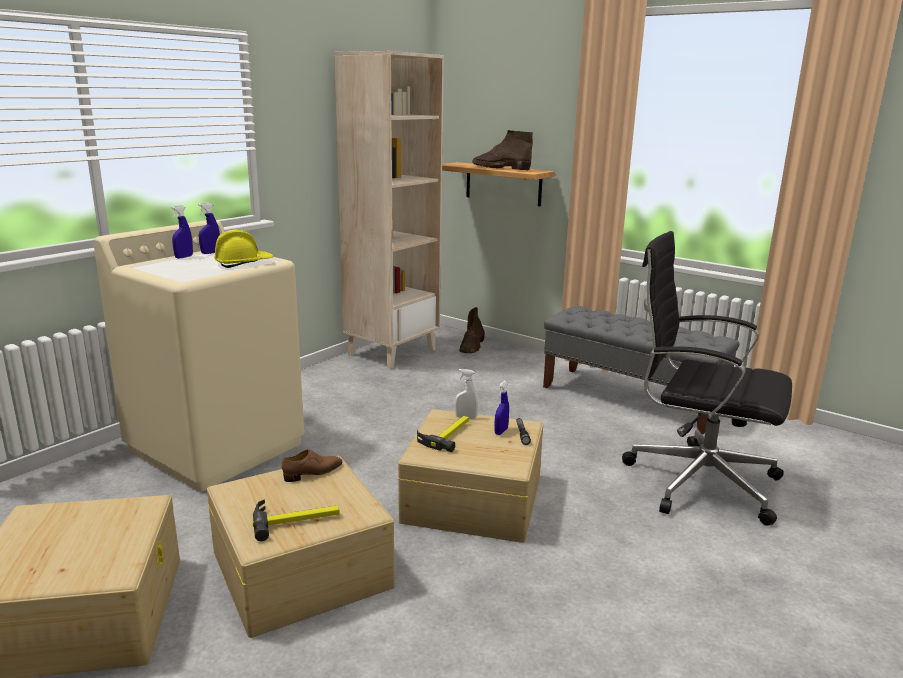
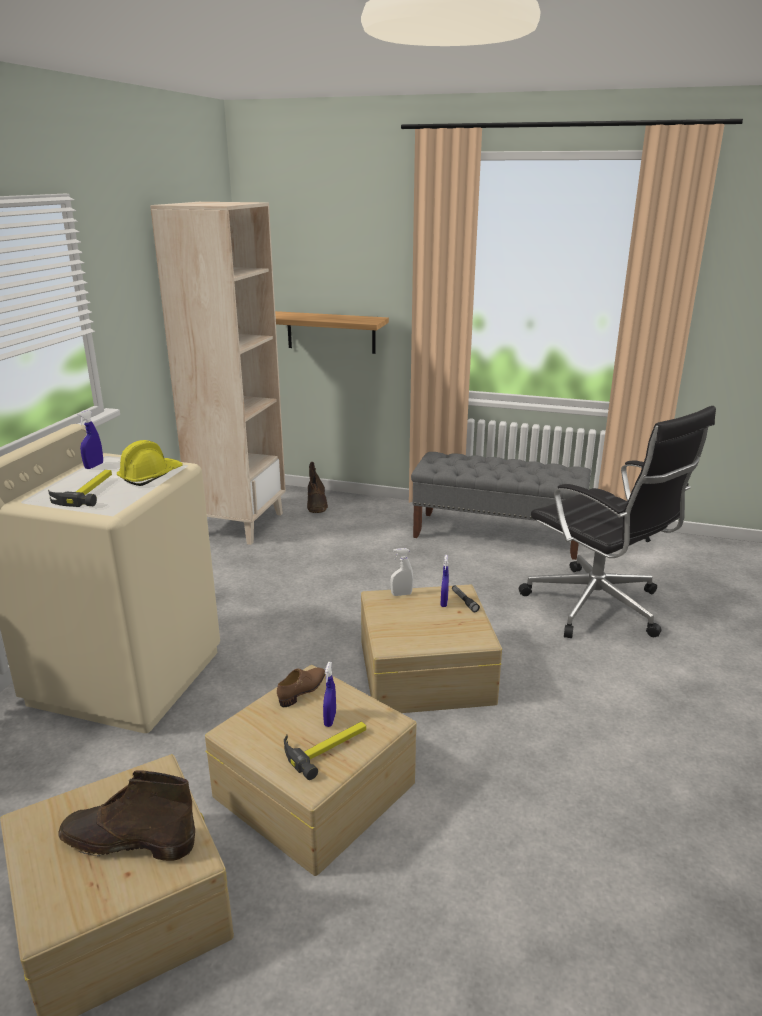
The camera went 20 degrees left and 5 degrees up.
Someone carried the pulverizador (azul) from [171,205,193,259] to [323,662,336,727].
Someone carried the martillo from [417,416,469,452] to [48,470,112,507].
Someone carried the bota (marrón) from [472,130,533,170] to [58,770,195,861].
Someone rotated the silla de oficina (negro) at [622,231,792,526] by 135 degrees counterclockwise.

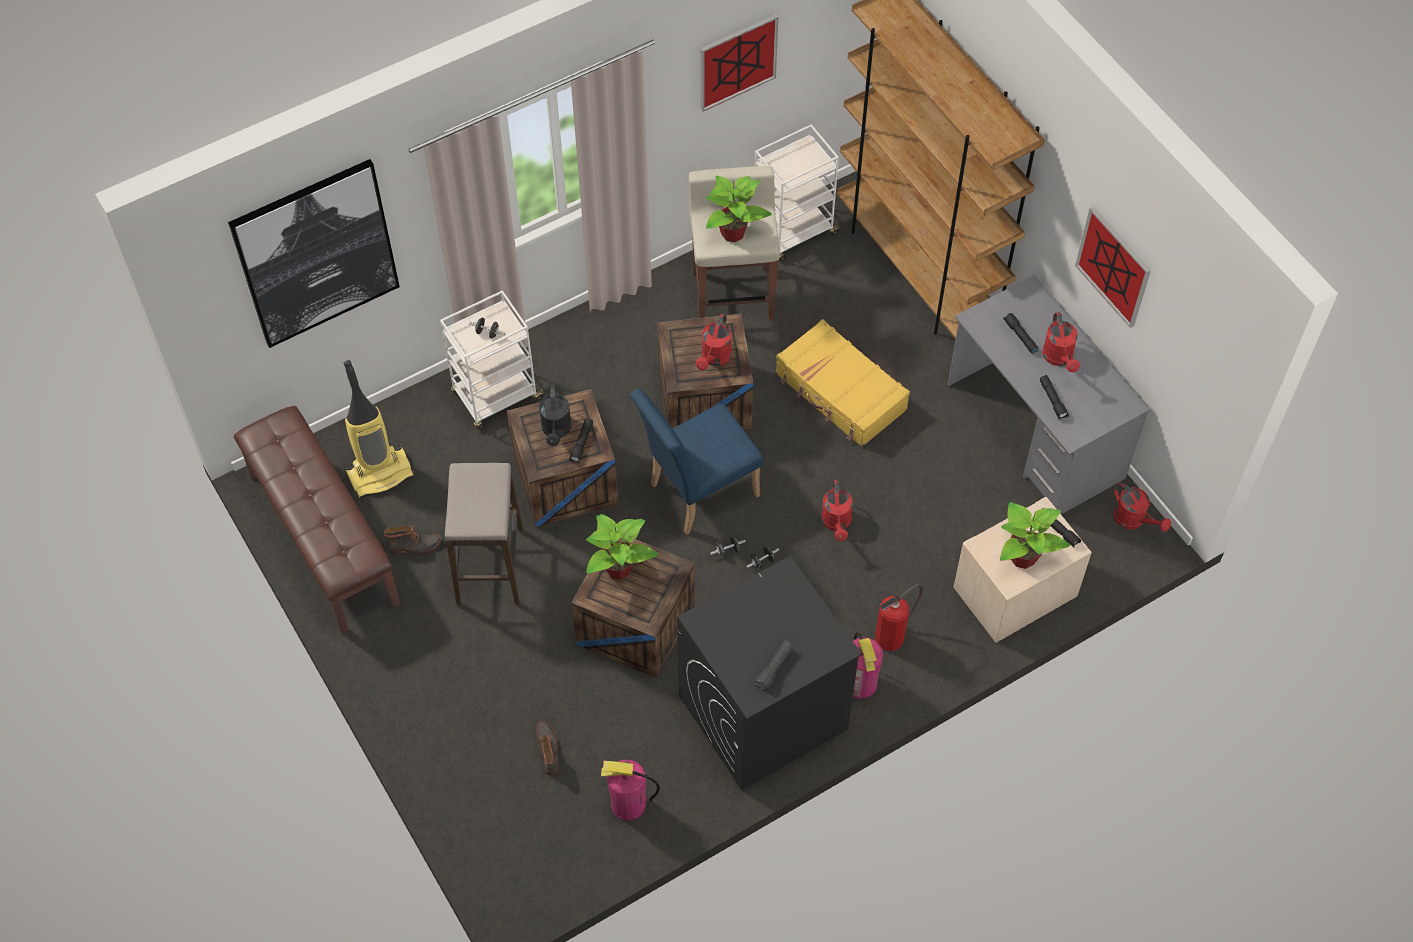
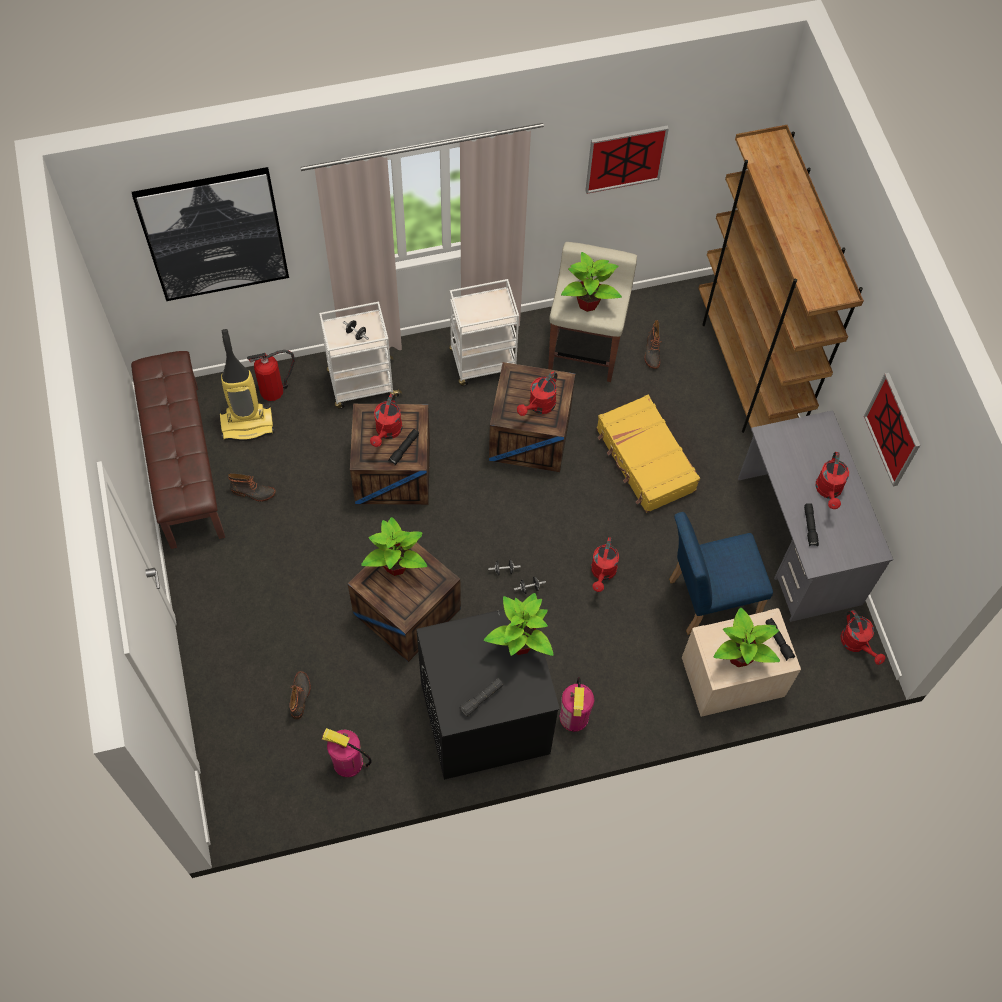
The camera went 15 degrees right and 5 degrees up.
Someone took away the taburete at [445,463,523,605].
Someone took away the linterna (negro) at [1003,313,1038,354].
Someone put down the planta en maceta at [484,593,554,656].
Someone put down the bota at [644,320,662,369].
Someone carried the silla (azul) from [630,389,763,535] to [669,512,773,635].
Someone carried the carrito (blanco) from [755,124,841,261] to [449,279,519,386].
Someone carried the extintor from [875,584,923,651] to [247,350,295,401].
Someone repainted the regadera (negro) at [539,385,572,446], which became the regadera (rojo) at [370,394,402,447].

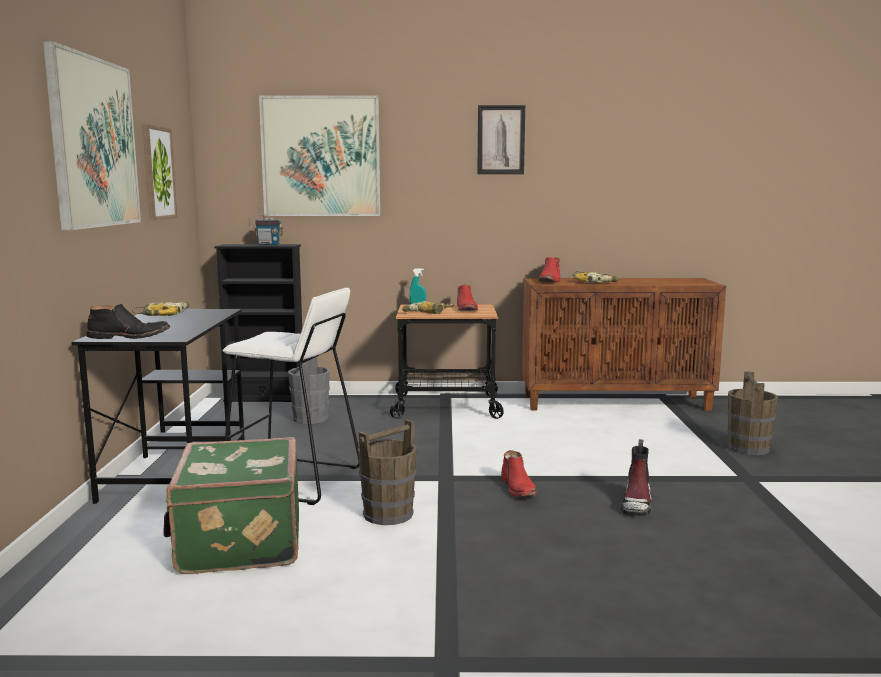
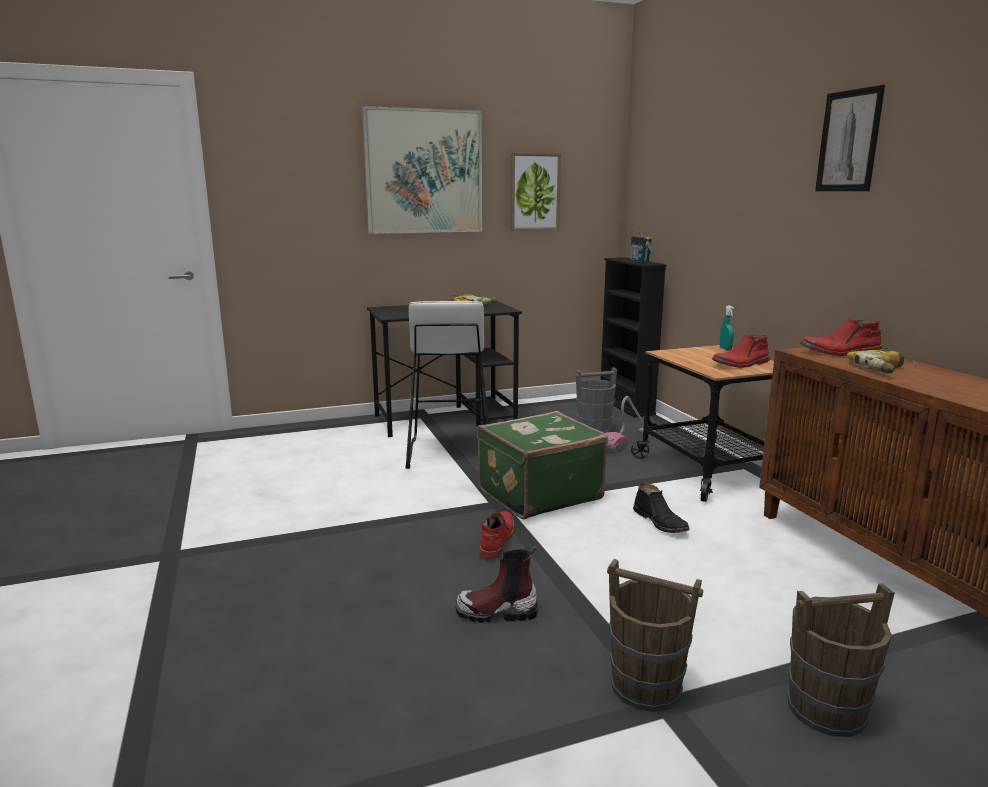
The camera went 70 degrees right and 5 degrees up.
Someone took away the cuadro at [259,95,381,216].
Someone took away the taladro at [402,301,455,314].
Someone put down the aspiradora at [606,396,657,453].
Someone carried the bota (negro) from [86,304,170,339] to [633,483,690,533].
Someone carried the maleta (verde) from [164,437,299,574] to [477,411,608,519].
Someone carried the cubo (marrón) from [358,419,417,525] to [607,559,703,712].
Someone rotated the bota (rojo) at [501,450,537,497] by 135 degrees clockwise.

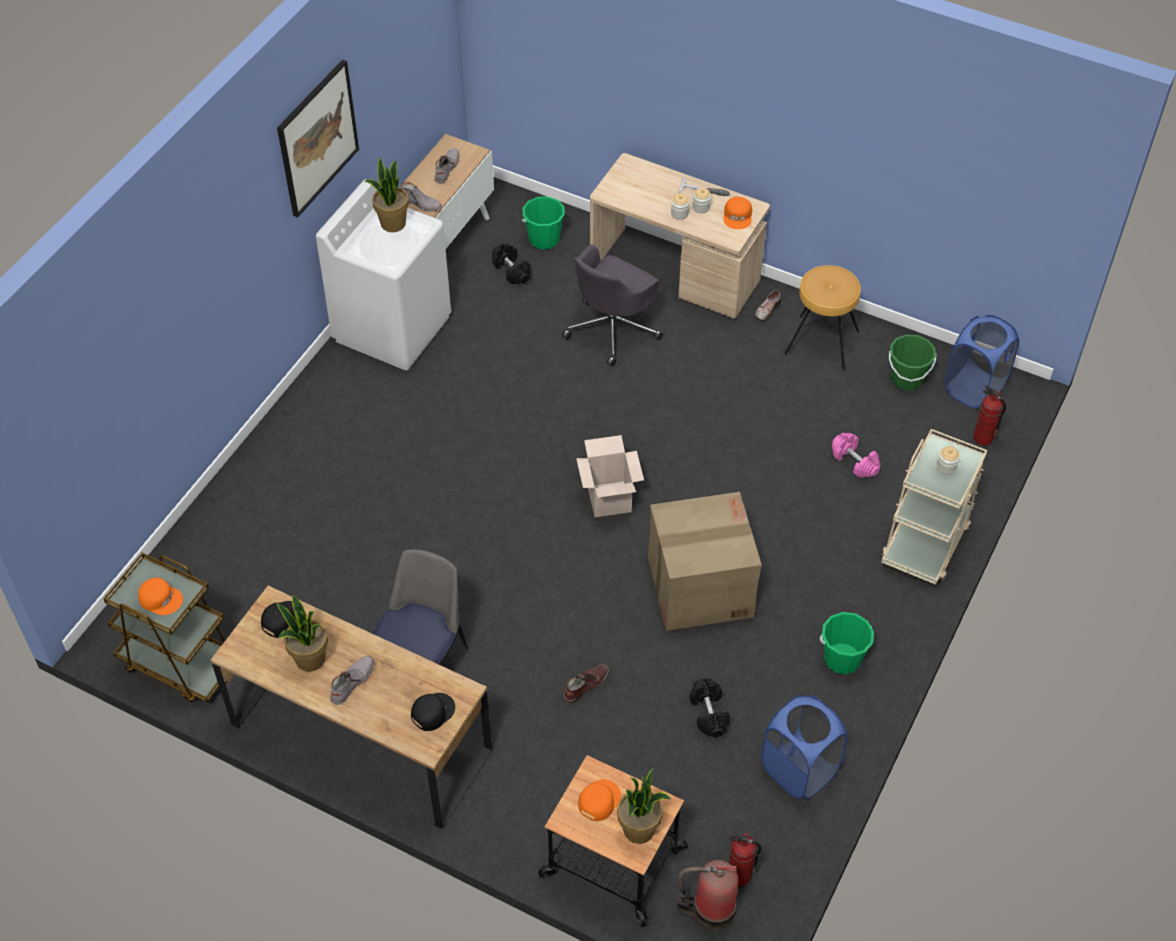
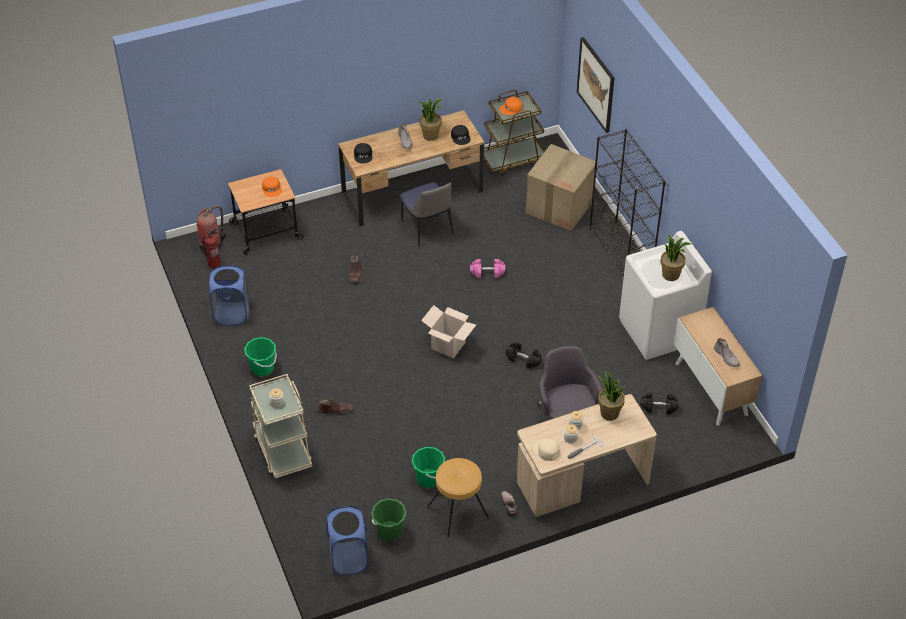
The camera went 130 degrees right and 5 degrees down.
Someone took away the bota (gris) at [400,182,442,212].
Someone took away the extintor at [973,385,1006,446].
Someone put down the bota (marrón) at [318,398,353,414].
Someone put down the estantería (negro) at [589,129,666,276].
Someone carried the cuadro from [277,60,359,217] to [577,37,615,133].
Someone carried the cubo (verde) from [522,197,565,249] to [412,447,445,488].
Someone carried the planta en maceta from [617,769,671,844] to [598,371,625,421].
Someone carried the caja de cartón from [648,492,762,631] to [525,144,598,231].
Someone carried the mancuerna (negro) from [689,678,730,737] to [506,342,542,369].
Someone carried the mancuerna (rosa) from [832,433,881,478] to [470,259,505,278].
Someone repainted the gorra (naranja) at [724,197,752,229], which became the gorra (beis) at [532,439,560,461].

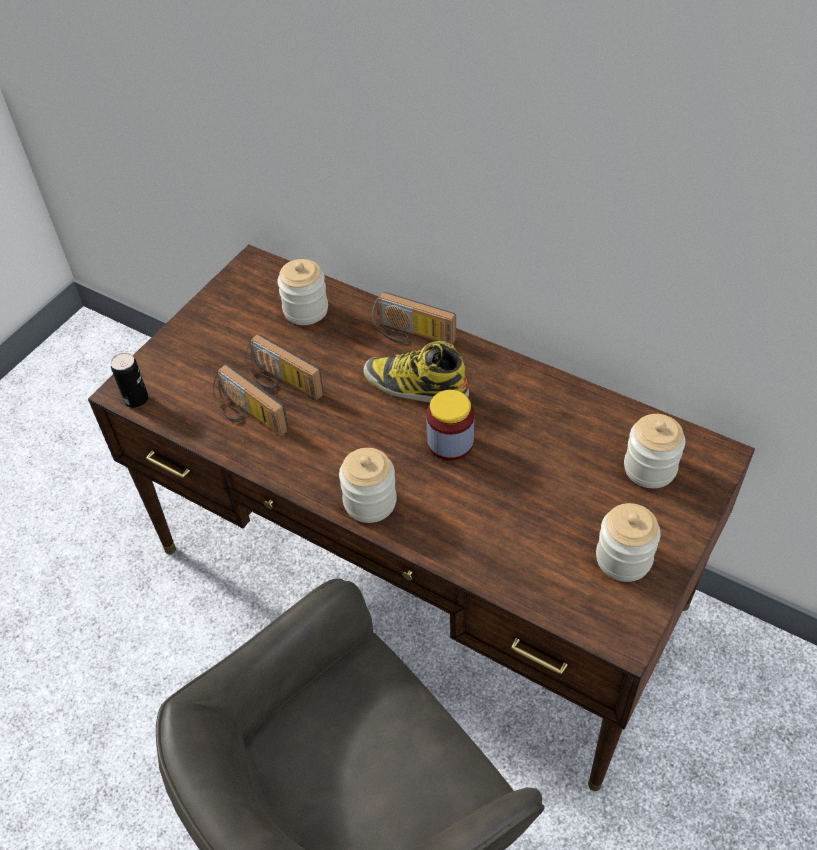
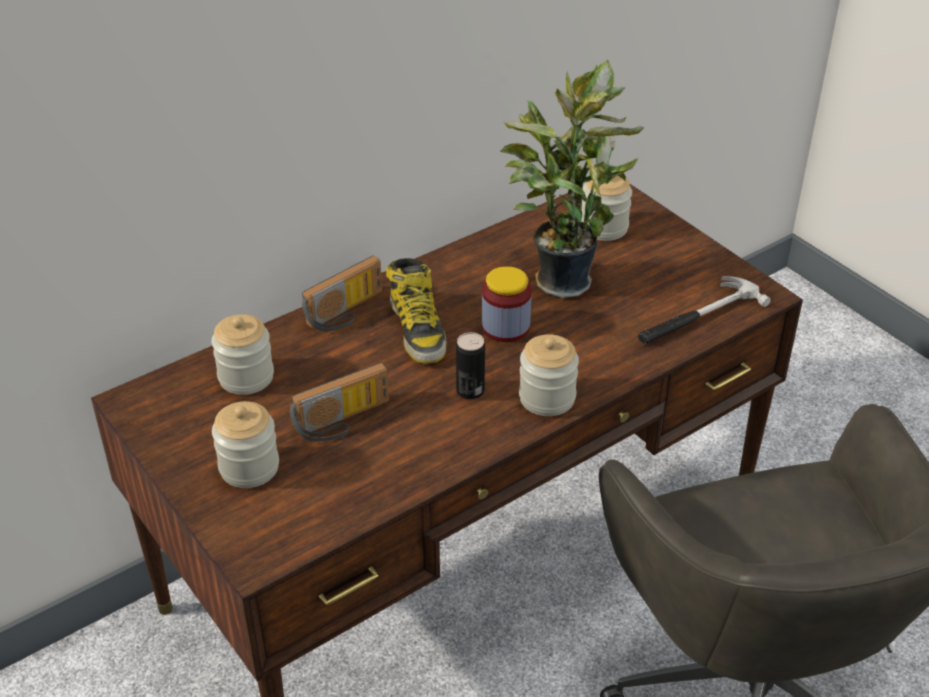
The camera went 70 degrees left and 10 degrees down.
Someone took away the radio at [213,364,288,436].
Someone put down the planta en maceta at [500,60,645,298].
Someone put down the martillo at [638,276,771,344].
Someone carried the lata from [110,352,148,408] to [456,332,485,399].
Someone carried the tarro from [596,503,661,582] to [212,401,279,488].
Someone rotated the bota at [363,341,469,403] by 60 degrees counterclockwise.

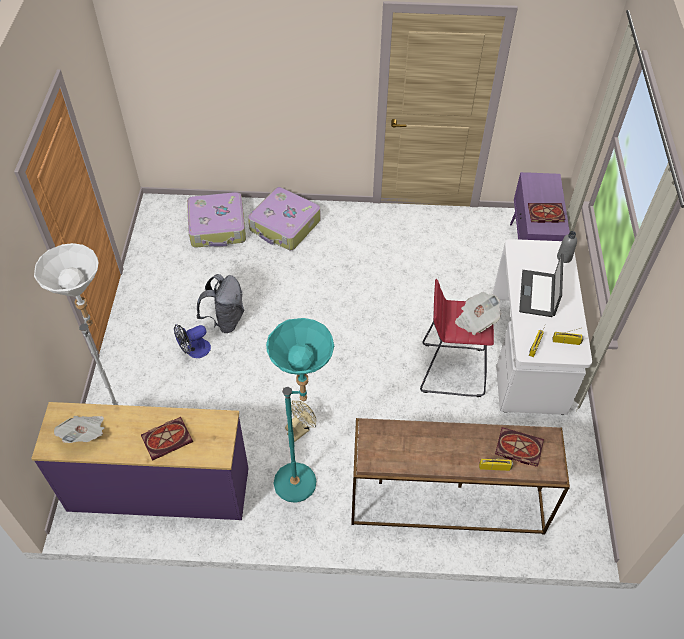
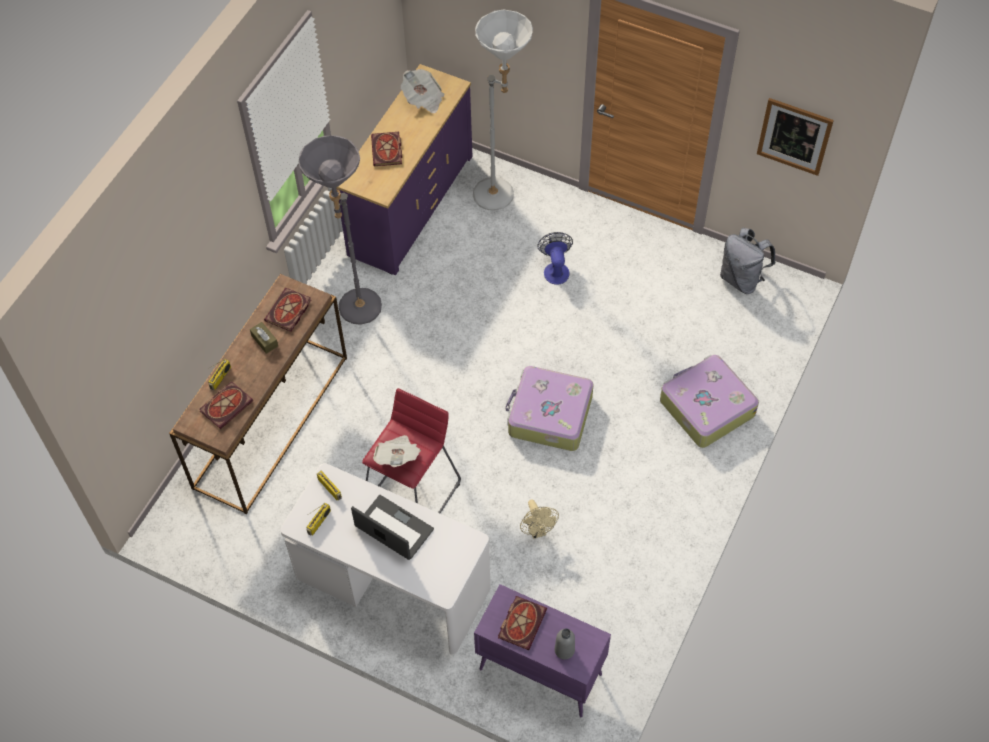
The camera went 115 degrees right and 5 degrees up.
Someone put down the caja de pañuelos (marrón) at [250,322,278,354].
Someone put down the libro at [264,288,311,332].
Someone put up the cuadro at [757,98,834,176].
Someone carried the maleta from [187,192,246,248] to [506,366,594,451].
Someone carried the mochila (gris) from [197,274,244,333] to [720,228,775,294].
Someone carried the ventilador (beis) from [285,400,316,442] to [520,499,559,539].
Someone carried the botella (gris) from [557,231,577,263] to [555,628,575,660].
Someone repainted the lámpara de pie (turquesa) at [266,318,334,503], which became the lámpara de pie (gris) at [299,135,382,325].

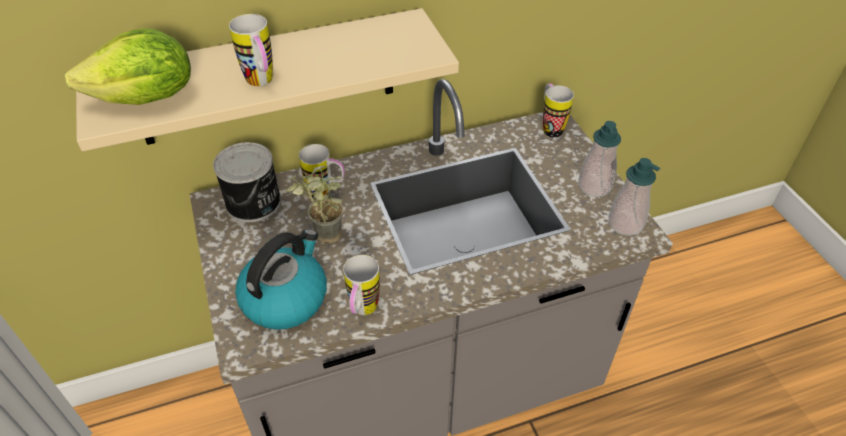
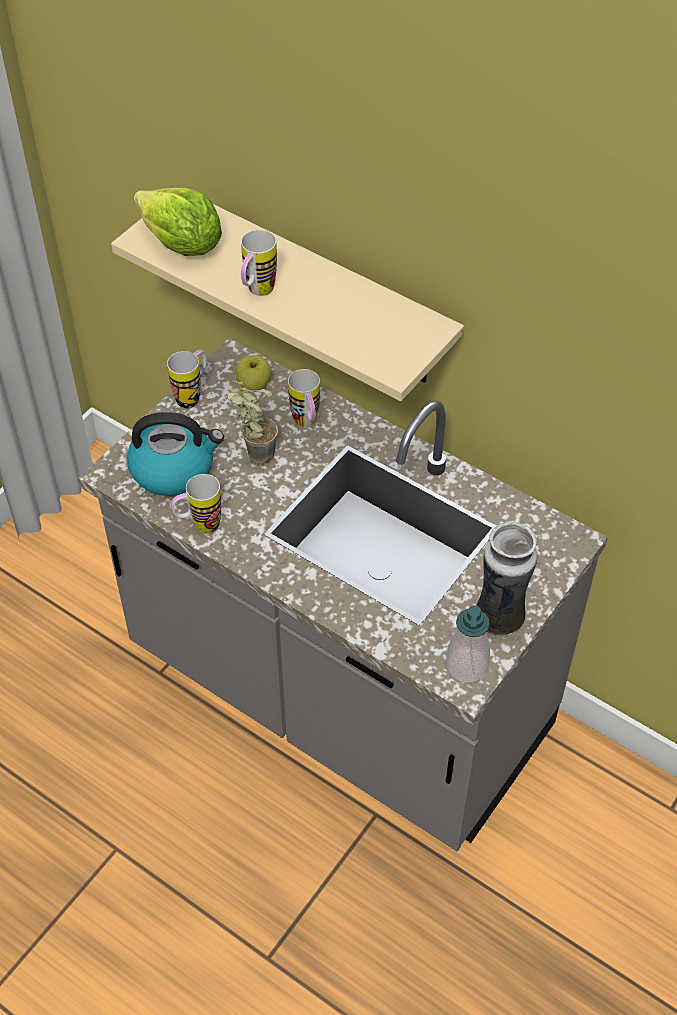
The camera went 55 degrees right and 5 degrees up.
Someone carried the taza grande from [543,83,574,138] to [167,350,207,408].
Someone swapped the lata at [213,142,281,222] for the manzana at [235,355,272,391].
Someone swapped the dispensador de jabón at [578,121,621,197] for the florero at [476,521,538,636].

